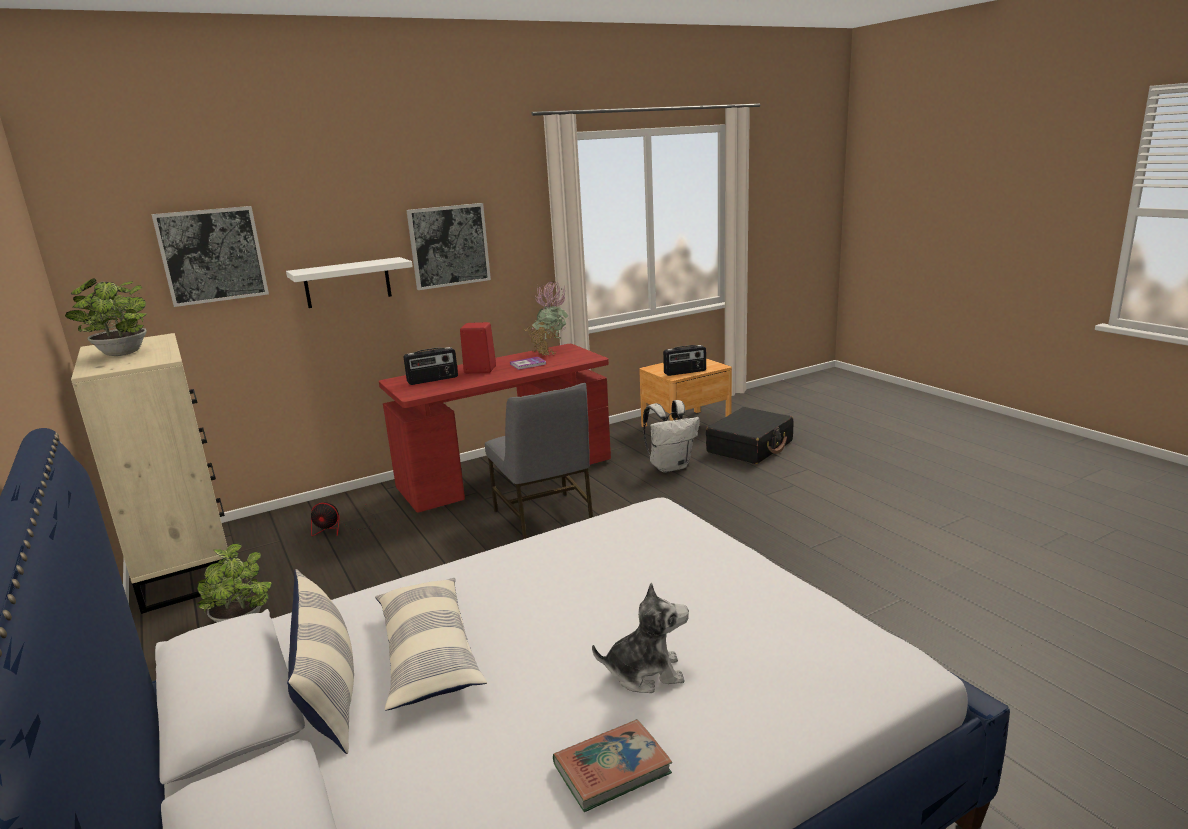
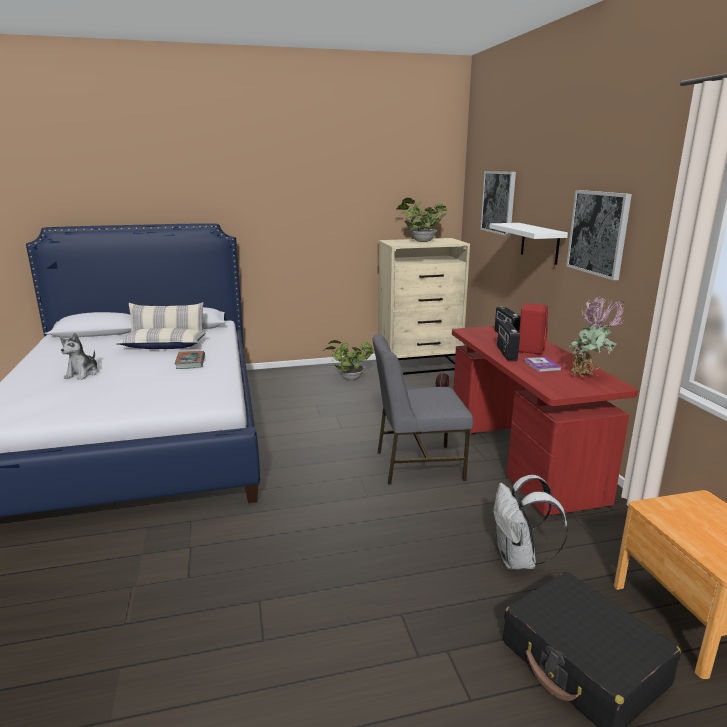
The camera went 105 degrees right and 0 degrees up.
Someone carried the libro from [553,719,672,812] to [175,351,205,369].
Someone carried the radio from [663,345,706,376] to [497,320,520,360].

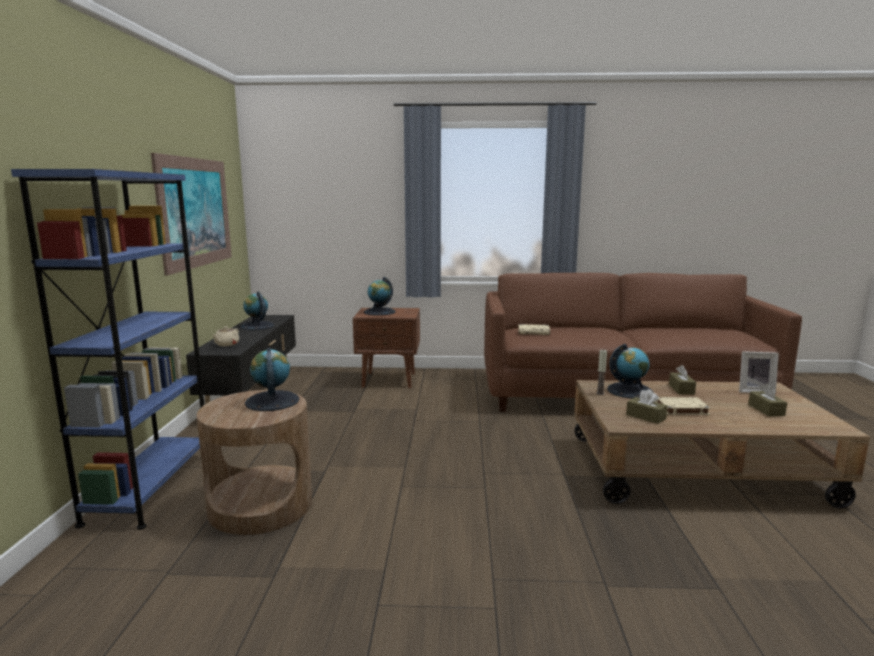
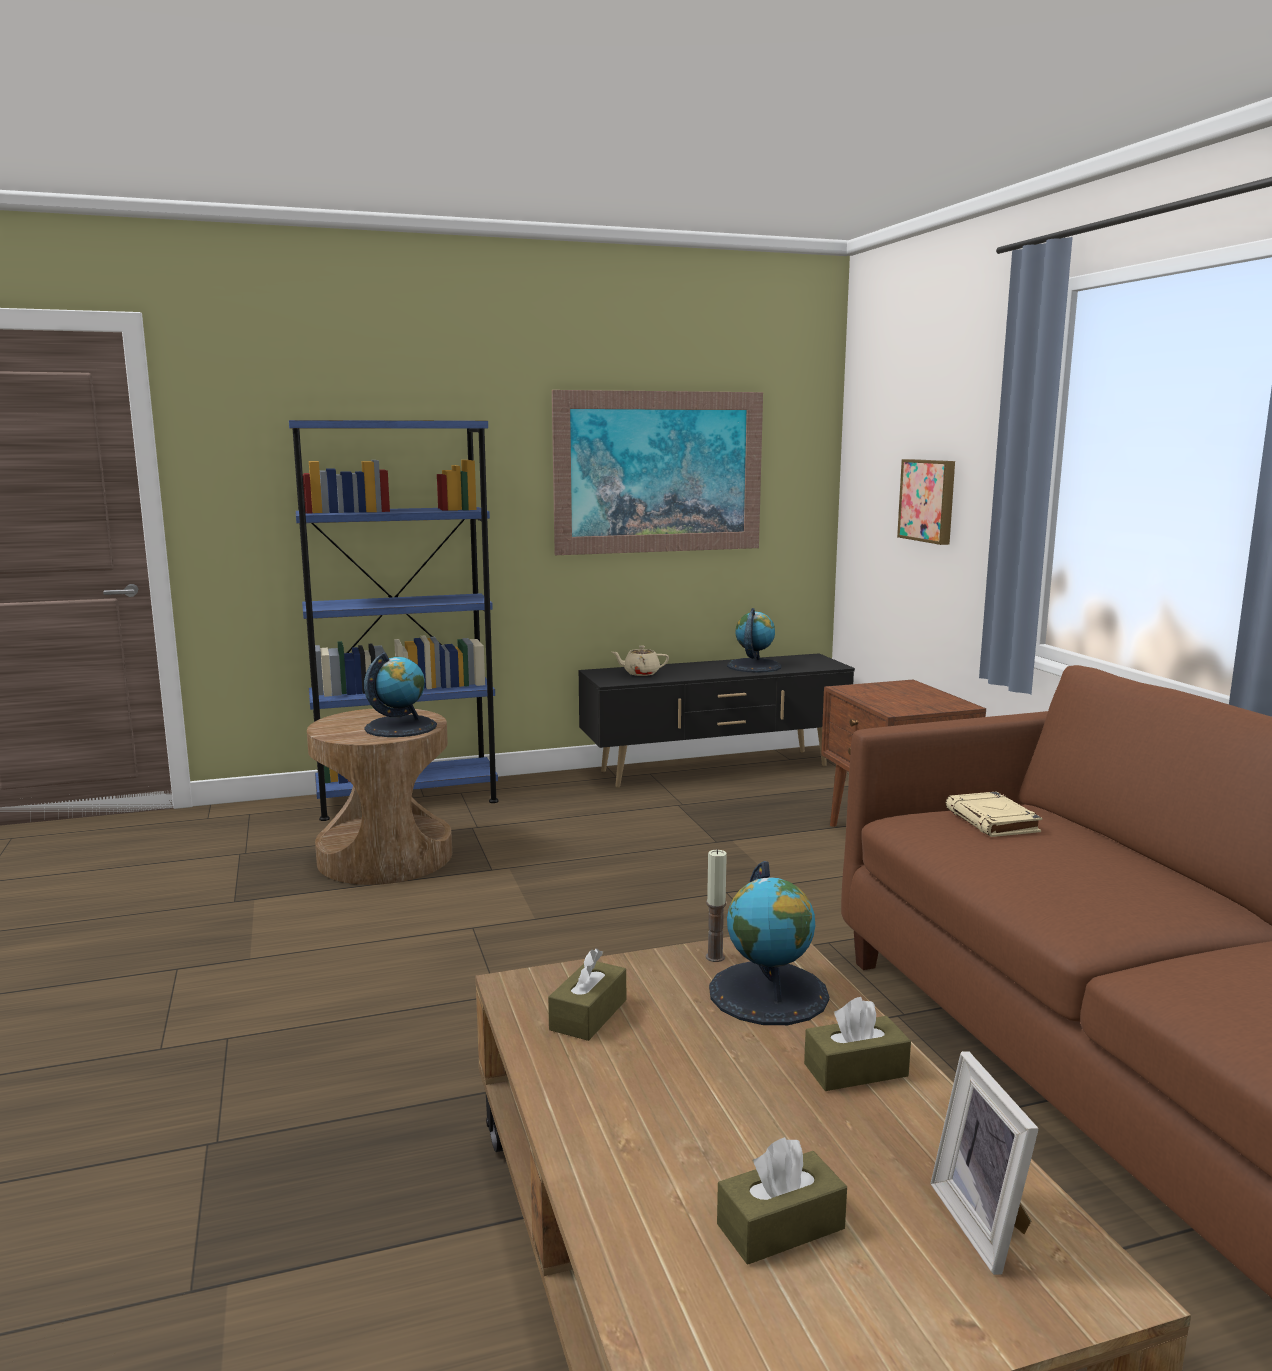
The camera went 70 degrees right and 0 degrees up.
Someone took away the globo terráqueo at [364,277,395,316].
Someone took away the libro (beis) at [656,397,710,415].
Someone put up the cuadro at [897,459,955,545].

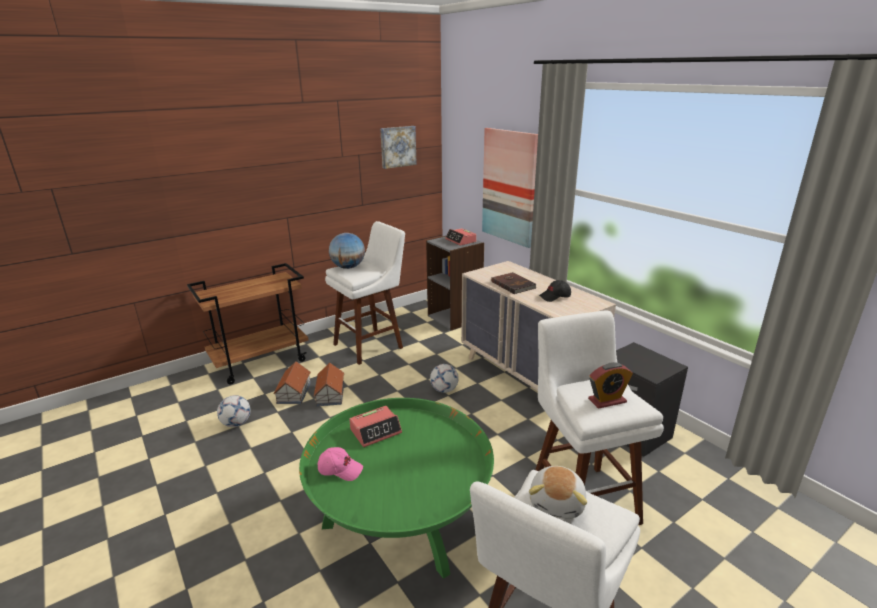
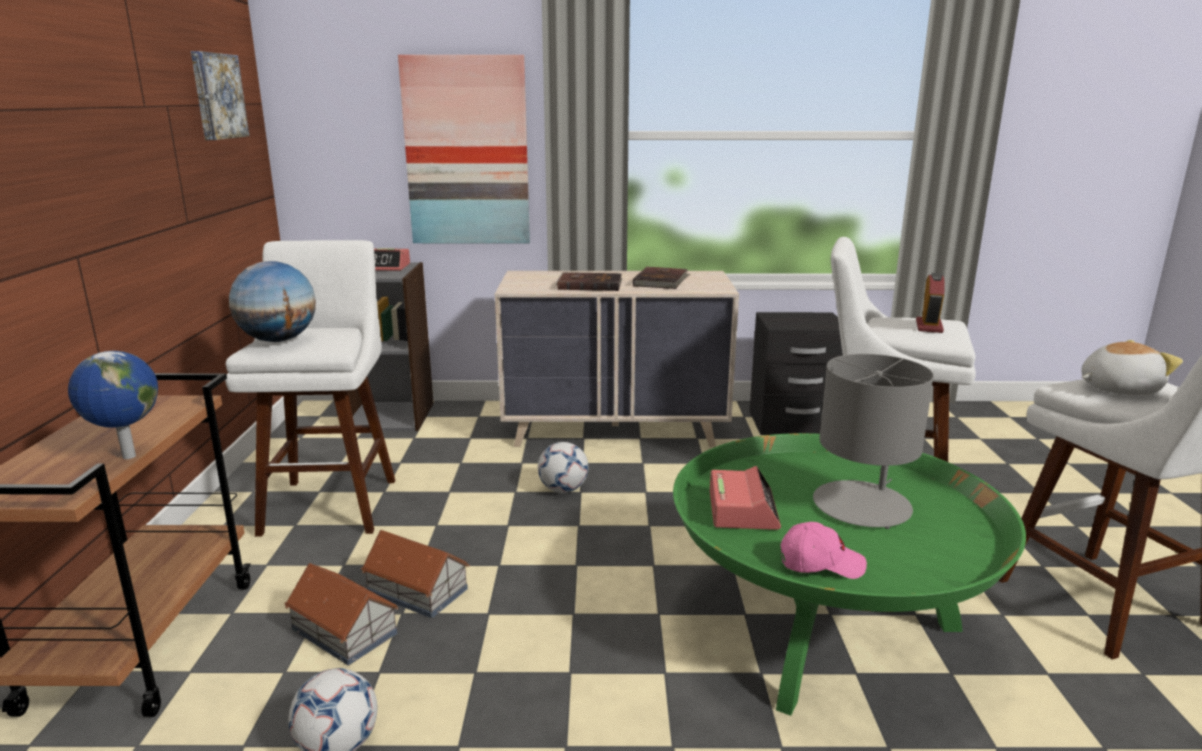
The camera went 55 degrees left and 5 degrees down.
Someone put down the globo terráqueo at [68,351,158,459].
Someone put down the lámpara de mesa (gris) at [813,354,934,529].
Someone swapped the gorra (negro) at [539,280,571,302] for the libro (marrón) at [633,267,690,289].
Someone rotated the gorra (rosa) at [318,447,363,481] by 45 degrees clockwise.
Someone rotated the peluche at [529,466,587,519] by 60 degrees counterclockwise.

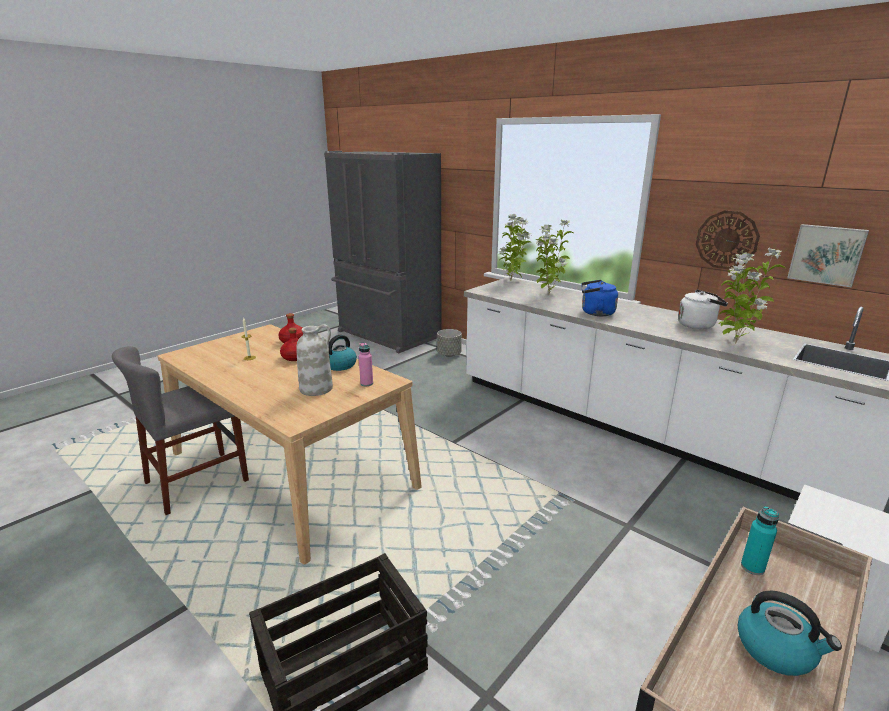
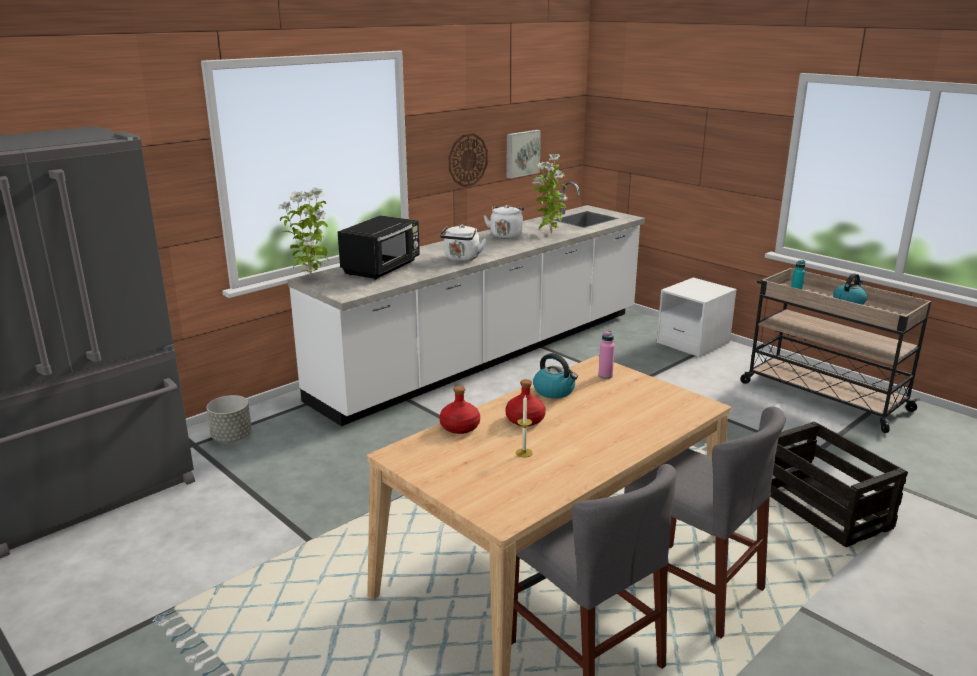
The camera went 85 degrees left and 0 degrees up.
Someone took away the florero (blanco) at [296,324,333,396].
Someone put down the silla (gris) at [624,406,785,639].
Someone swapped the planta en maceta at [536,219,573,294] for the microondas (negro) at [338,215,420,280].
Someone repainted the hervidor (azul) at [581,280,618,316], which became the hervidor (blanco) at [440,225,486,261].

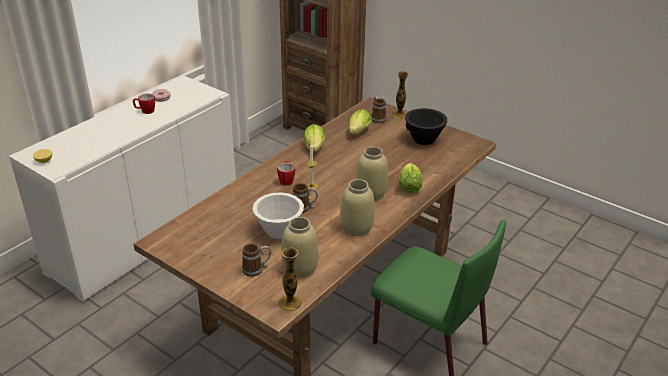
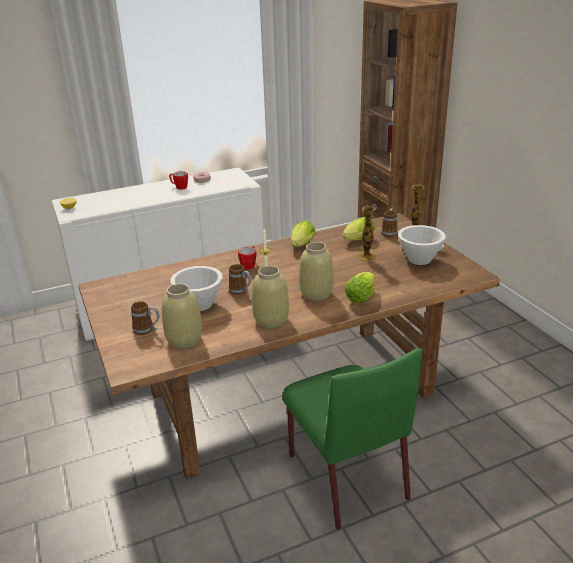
The camera went 30 degrees right and 5 degrees down.
Someone carried the florero from [279,247,302,311] to [357,206,376,262].
Someone repainted the cuenco (negro) at [405,108,447,145], which became the cuenco (blanco) at [398,225,446,265].

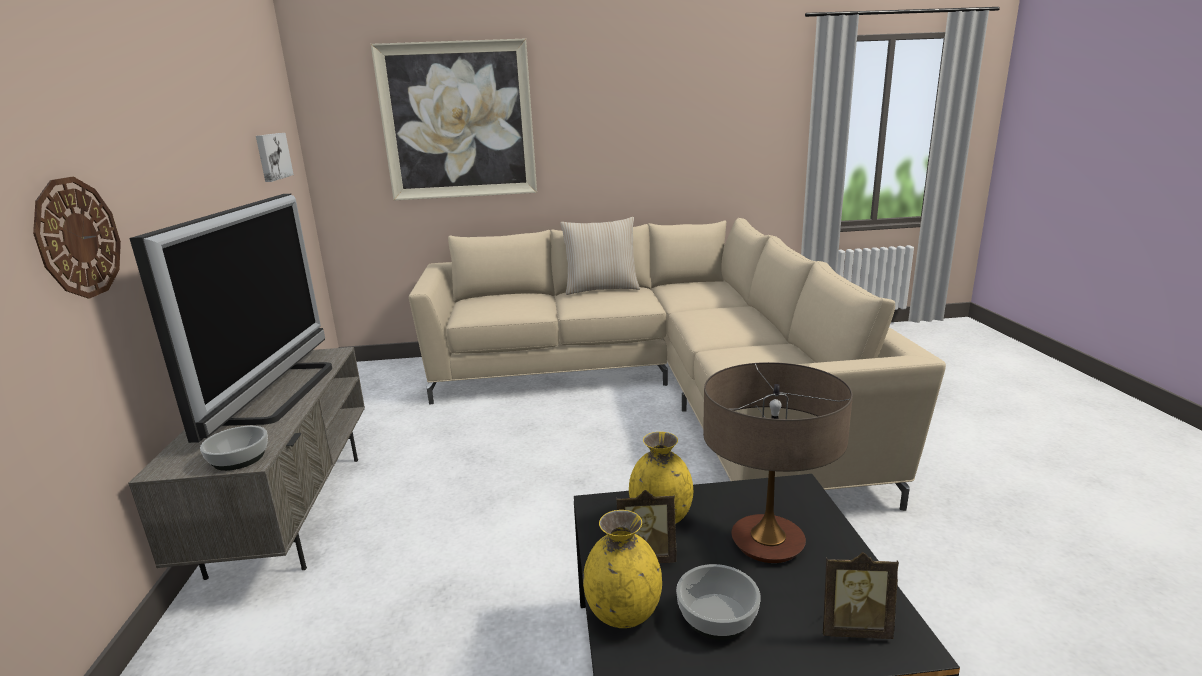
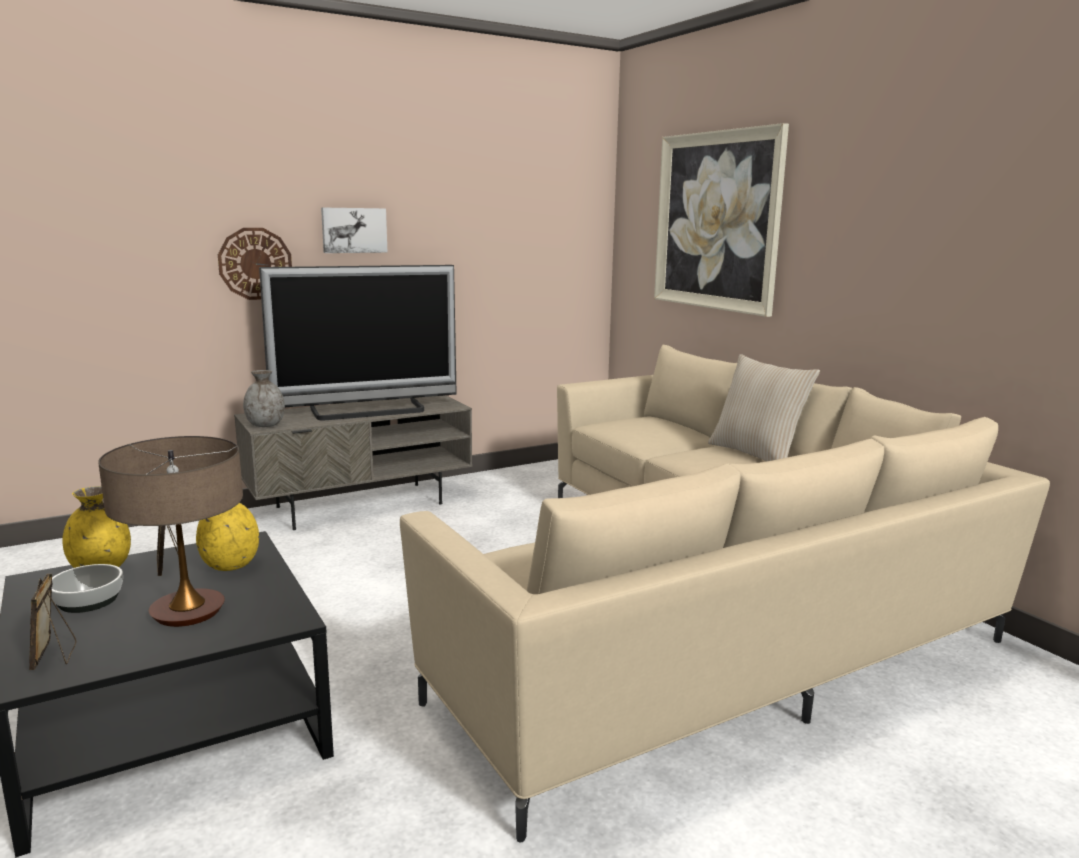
The camera went 65 degrees right and 5 degrees down.
Someone carried the cuadro from [256,133,294,182] to [321,207,387,253].
Someone swapped the cuenco at [200,426,268,471] for the florero (gris) at [243,370,285,427].

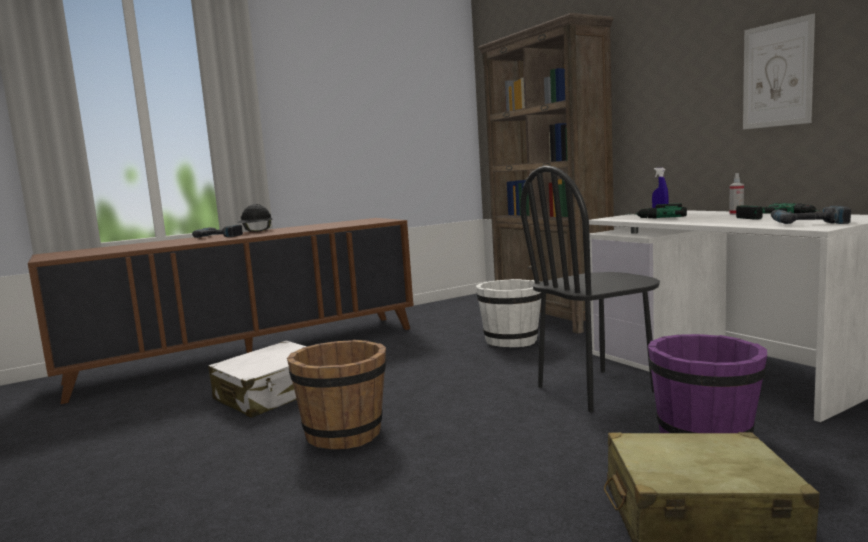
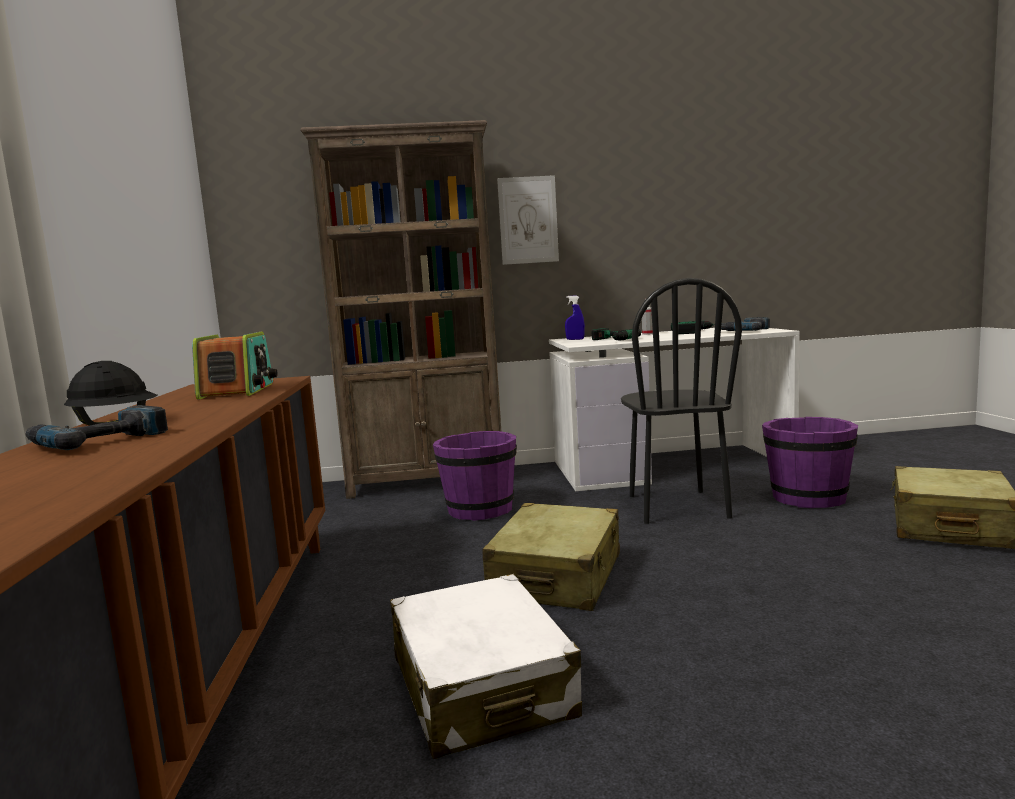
The camera went 65 degrees left and 0 degrees up.
Someone took away the cubo (marrón) at [287,340,386,449].
Someone put down the radio at [192,332,278,400].
Someone put down the maleta (beis) at [482,503,620,611].
Someone carried the cuadro from [743,14,815,129] to [497,175,559,265].
Someone repainted the cubo (blanco) at [476,279,542,347], which became the cubo (morado) at [433,431,517,521].

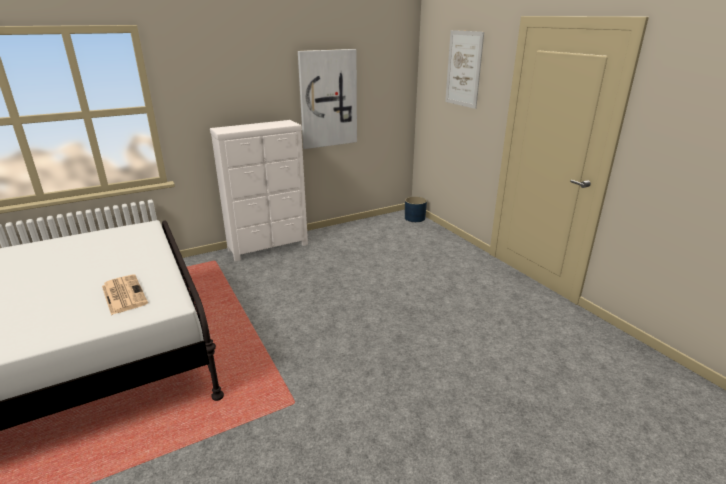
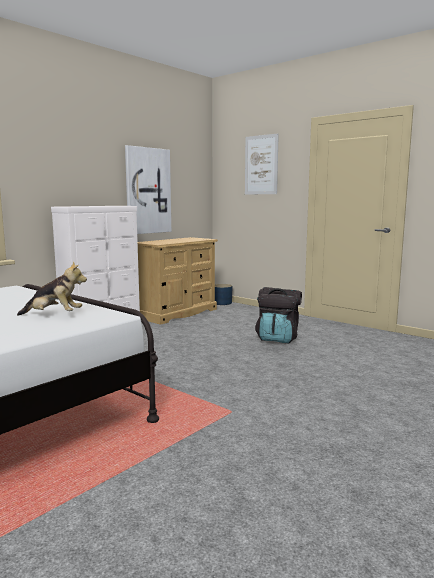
The camera went 20 degrees left and 15 degrees down.
Someone put down the cómoda (beis) at [138,237,218,325].
Someone put down the mochila (negro) at [255,287,302,344].
Someone swapped the periódico at [102,275,148,315] for the peluche at [17,262,87,316].

